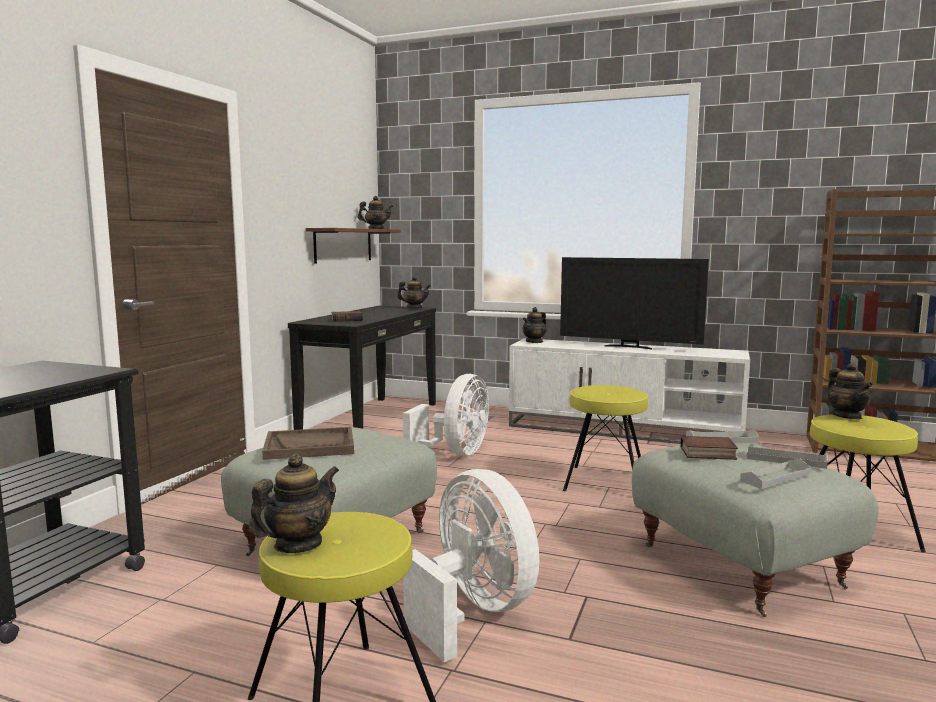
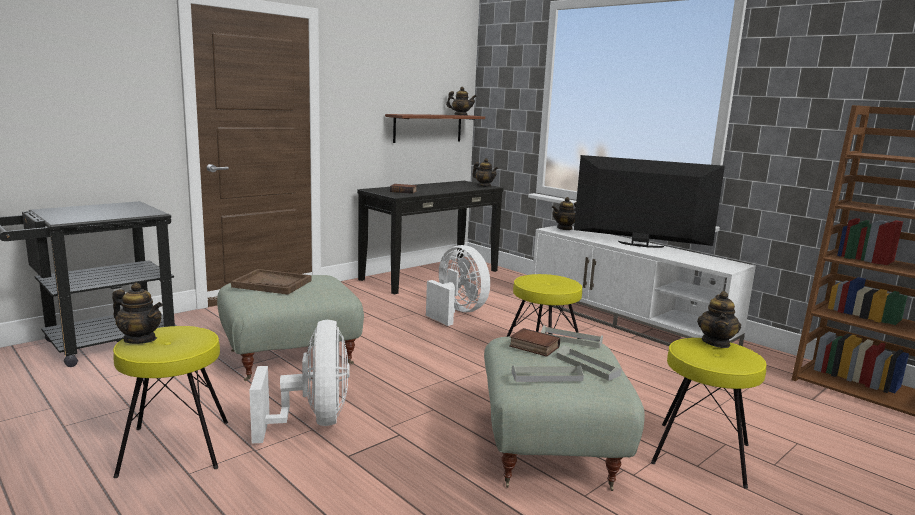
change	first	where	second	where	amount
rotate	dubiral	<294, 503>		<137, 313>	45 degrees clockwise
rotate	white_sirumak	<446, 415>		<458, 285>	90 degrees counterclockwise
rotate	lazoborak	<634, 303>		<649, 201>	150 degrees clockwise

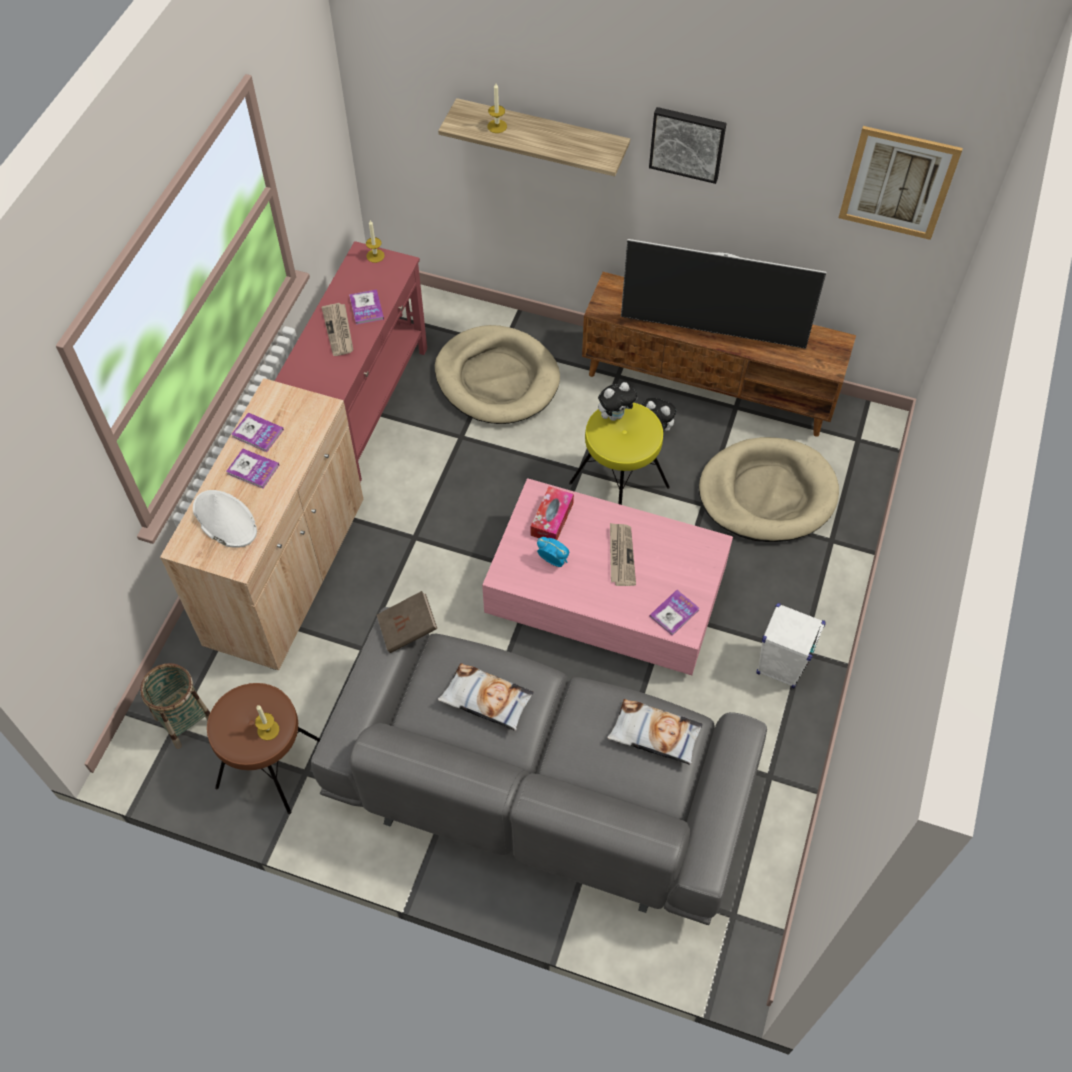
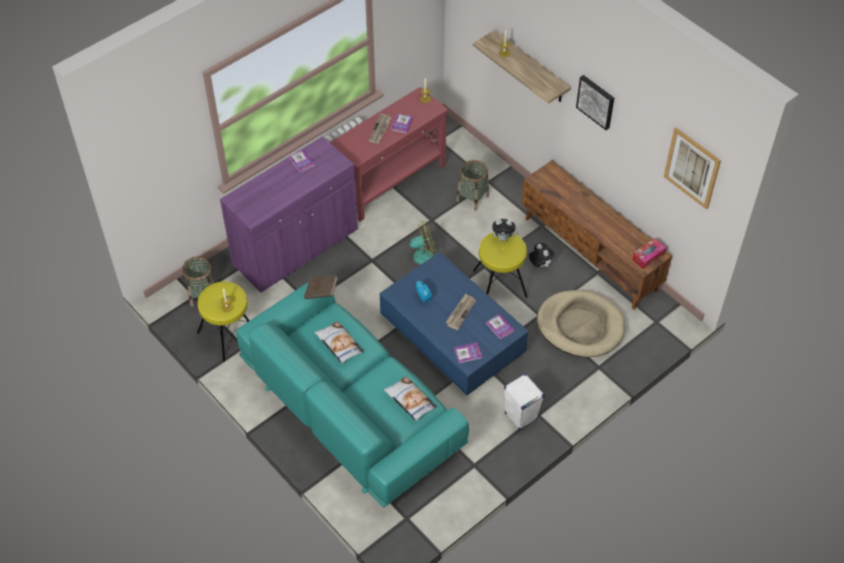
change	first	where	second	where	amount
delete	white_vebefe	<225, 519>			
delete	lazoborak	<723, 294>			
insert			sirumak	<418, 247>	
move	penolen	<252, 469>		<500, 327>	
move	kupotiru	<552, 513>		<649, 253>	
replace	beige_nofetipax	<497, 374>	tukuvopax	<472, 185>	
recolor	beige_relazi	<262, 524>	purple_relazi	<289, 214>	
recolor	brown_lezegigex	<263, 748>	yellow_lezegigex	<223, 322>	
recolor	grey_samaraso	<539, 766>	turquoise_samaraso	<352, 395>	
recolor	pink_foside	<607, 576>	blue_foside	<454, 323>	

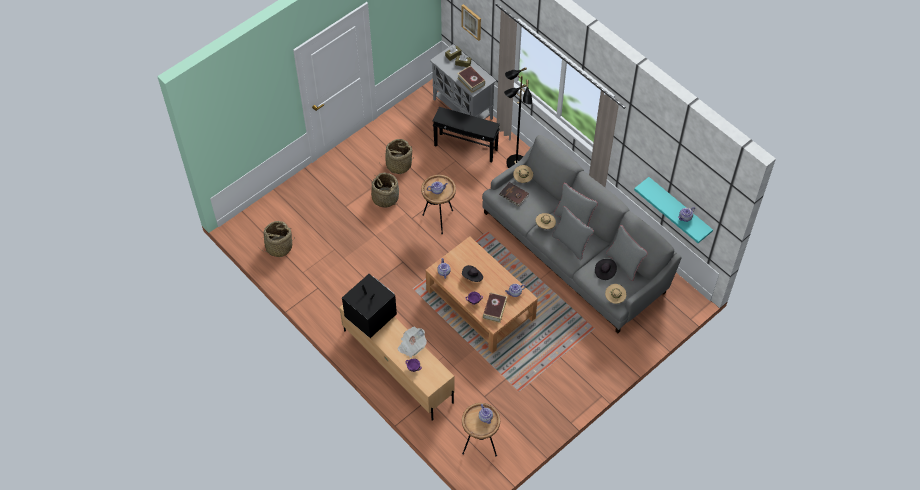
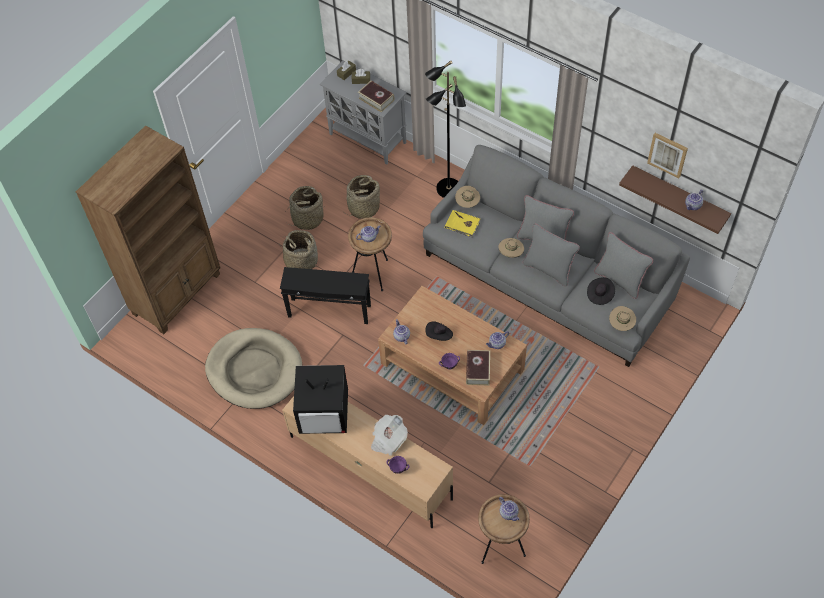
change	first	where	second	where	amount
insert			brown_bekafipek	<148, 229>	
insert			beige_nofetipax	<253, 368>	
move	tukuvopax	<276, 239>		<363, 197>	
move	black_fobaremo	<466, 134>		<325, 295>	
move	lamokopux	<471, 22>		<667, 155>	
recolor	brown_penolen	<514, 194>	yellow_penolen	<462, 224>	
recolor	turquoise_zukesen	<673, 210>	brown_zukesen	<675, 199>	
rotate	lazoborak	<369, 306>		<320, 399>	150 degrees clockwise

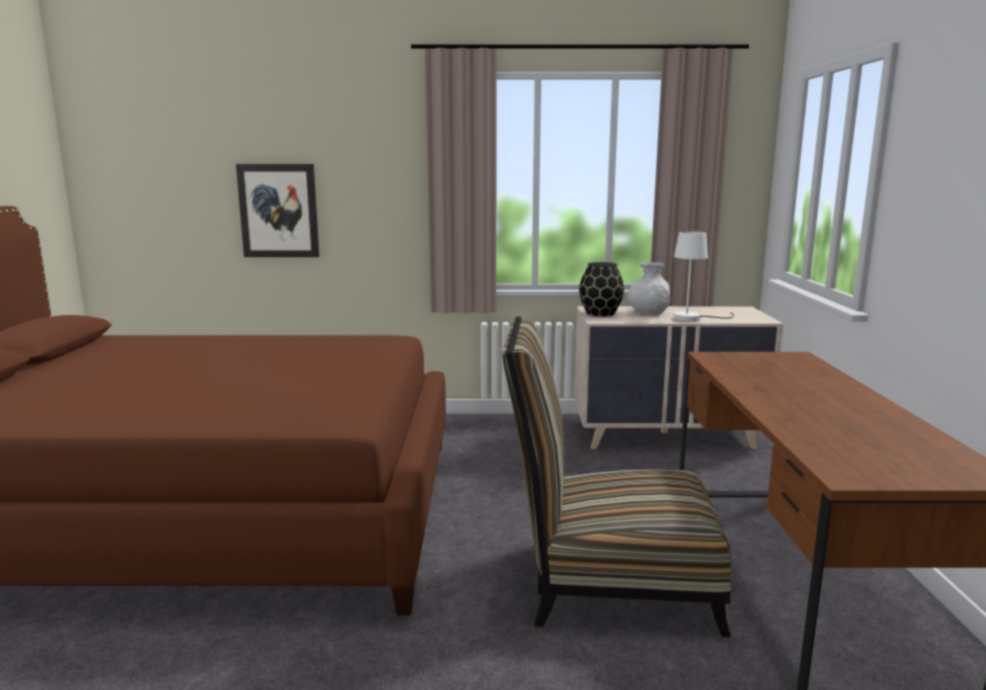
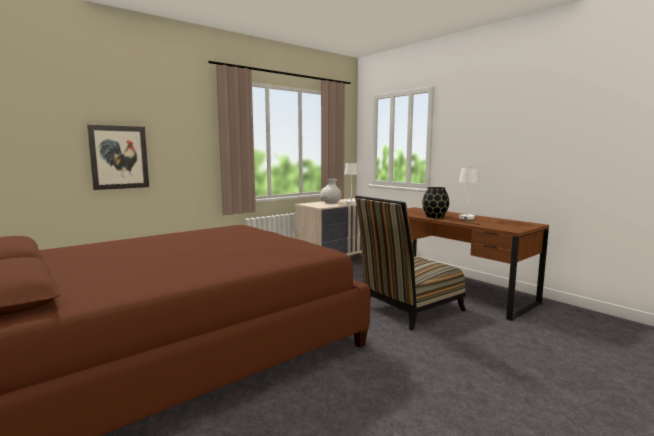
change	first	where	second	where	amount
insert			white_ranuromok	<469, 196>	
move	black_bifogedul	<601, 289>		<435, 202>	

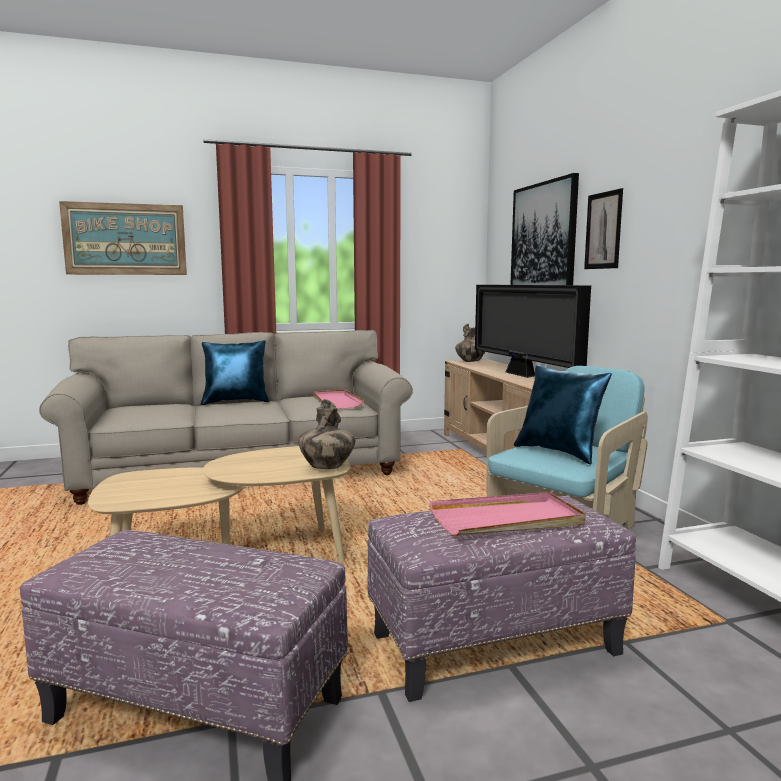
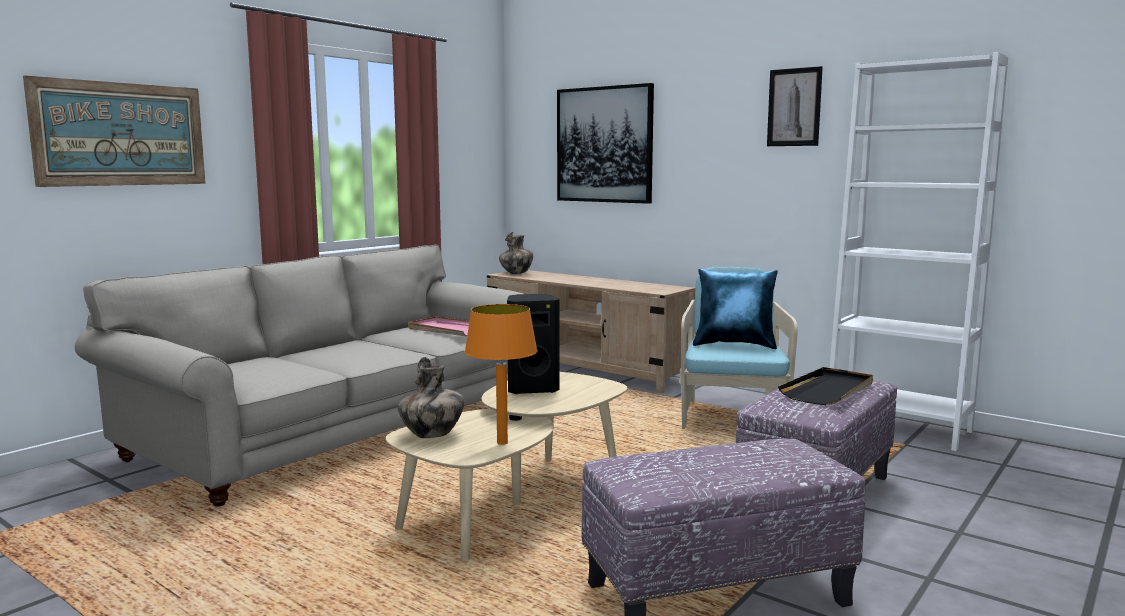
change	first	where	second	where	amount
delete	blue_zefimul	<235, 372>			
delete	lazoborak	<533, 331>			
insert			orange_ranuromok	<501, 374>	
insert			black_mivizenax	<533, 344>	
move	bifogedul	<327, 434>		<431, 397>	
move	lamokopux	<603, 228>		<795, 106>	
recolor	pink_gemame	<507, 514>	black_gemame	<825, 386>	

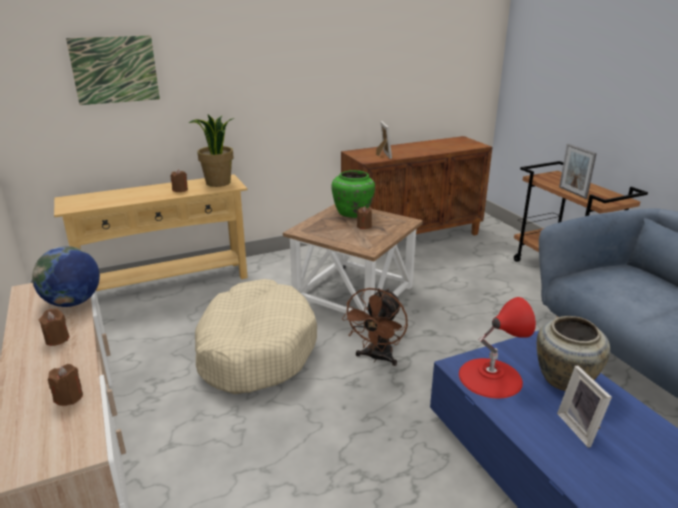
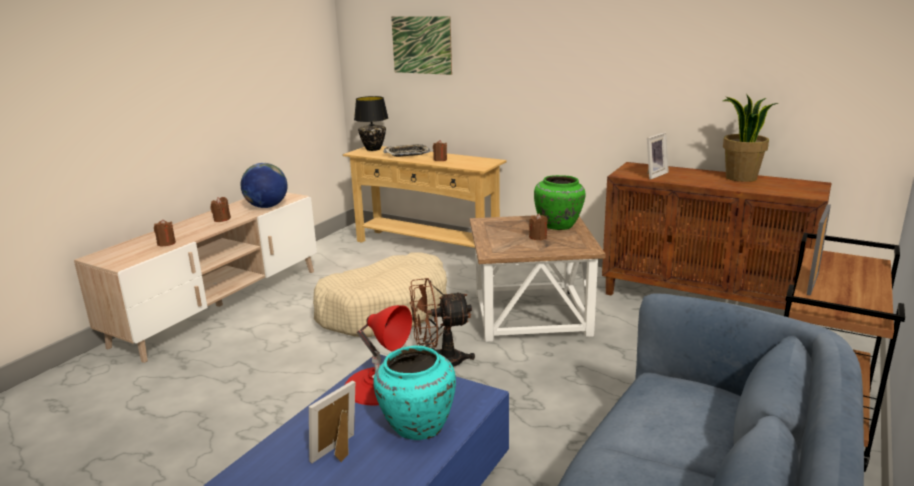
change	first	where	second	where	amount
insert			black_ranuromok	<371, 123>	
insert			gemame	<406, 150>	
move	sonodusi	<211, 151>		<750, 138>	
recolor	beige_bifogedul	<573, 353>	turquoise_bifogedul	<414, 393>	

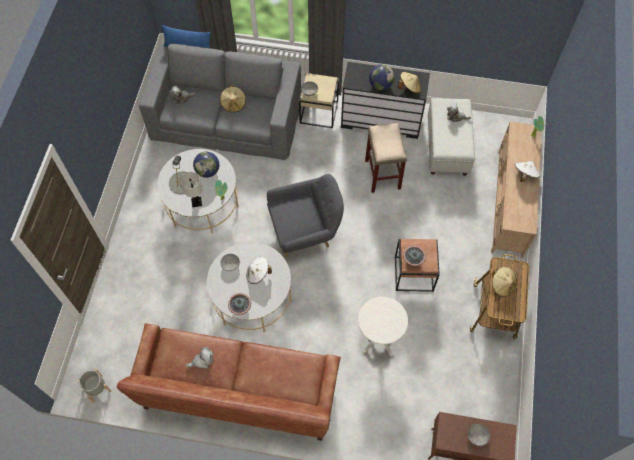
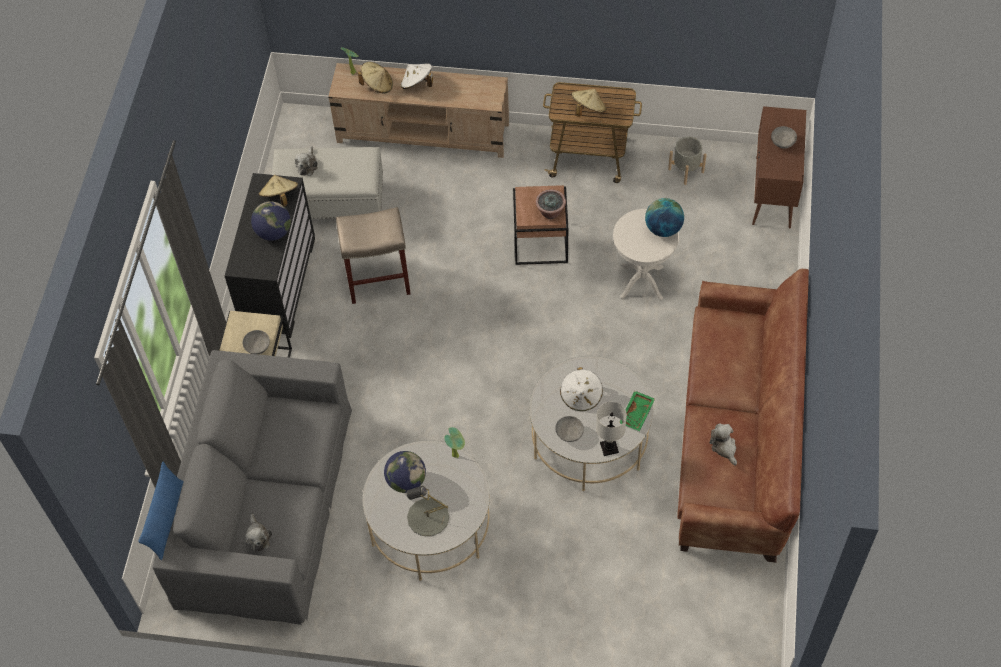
change	first	where	second	where	amount
delete	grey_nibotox	<305, 215>			
insert			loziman	<664, 217>	
move	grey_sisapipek	<94, 386>		<687, 161>	
move	white_ranuromok	<192, 189>		<611, 429>	
move	beige_vebefe	<233, 99>		<375, 77>	
replace	sonodusi	<239, 304>	green_gemame	<637, 411>	

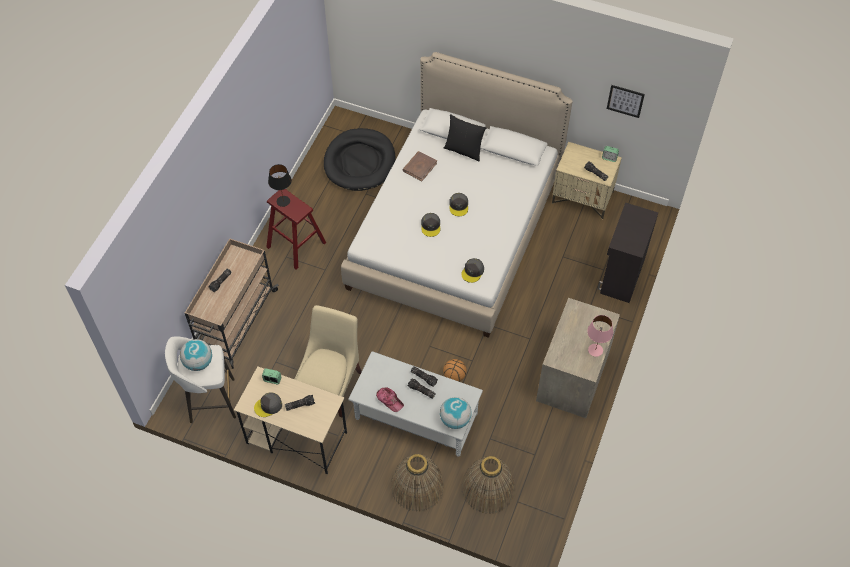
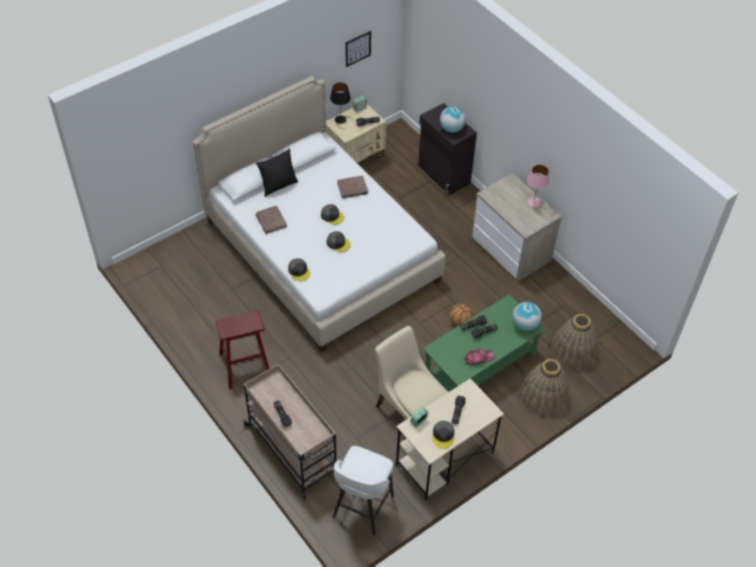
change	first	where	second	where	amount
delete	black_nofetipax	<360, 159>			
insert			brown_penolen	<352, 186>	
move	loziman	<196, 355>		<453, 119>	
move	black_ranuromok	<280, 185>		<340, 103>	
move	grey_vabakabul	<472, 270>		<299, 269>	
recolor	grey_foside	<416, 404>	green_foside	<484, 343>	

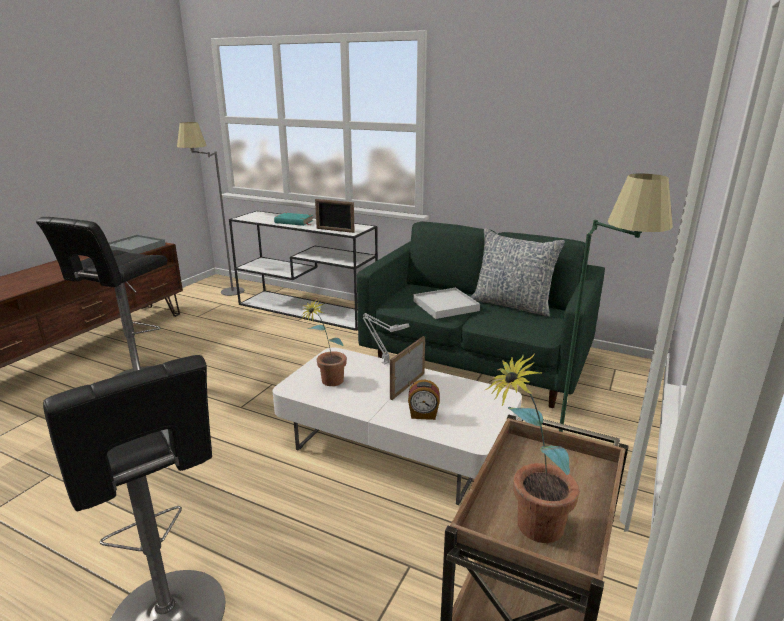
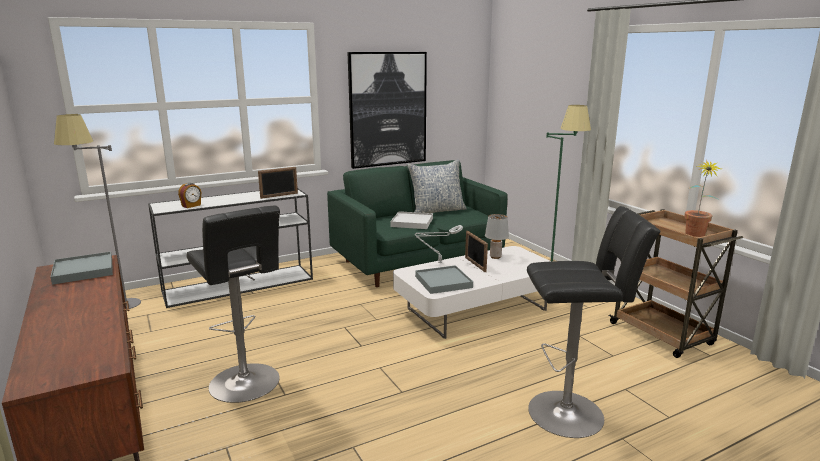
change	first	where	second	where	amount
delete	turquoise_penolen	<293, 219>			
insert			lamokopux	<387, 110>	
insert			grey_ranuromok	<497, 236>	
move	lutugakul	<424, 399>		<189, 195>	
replace	sonodusi	<324, 342>	grey_gemame	<444, 279>	

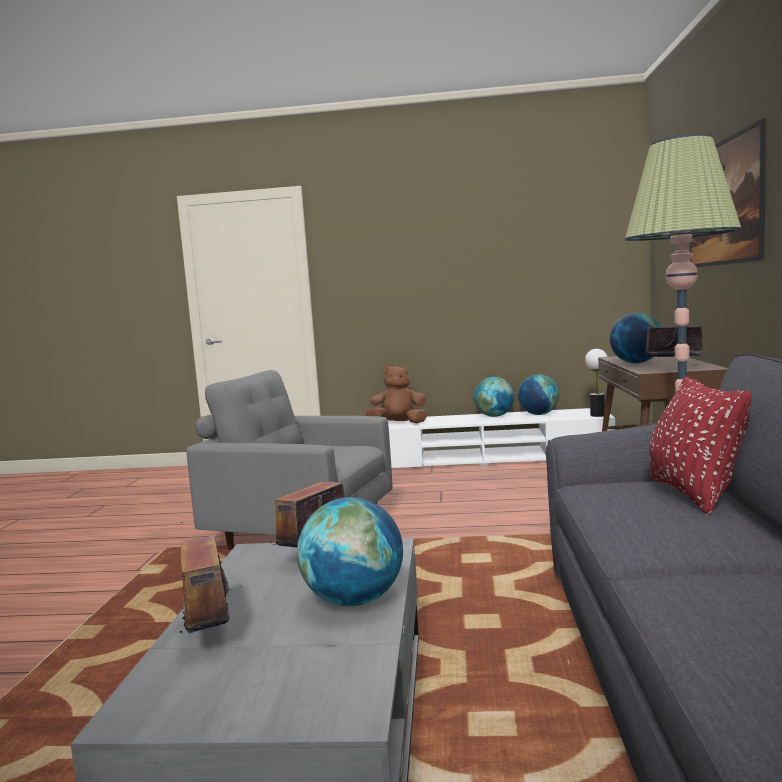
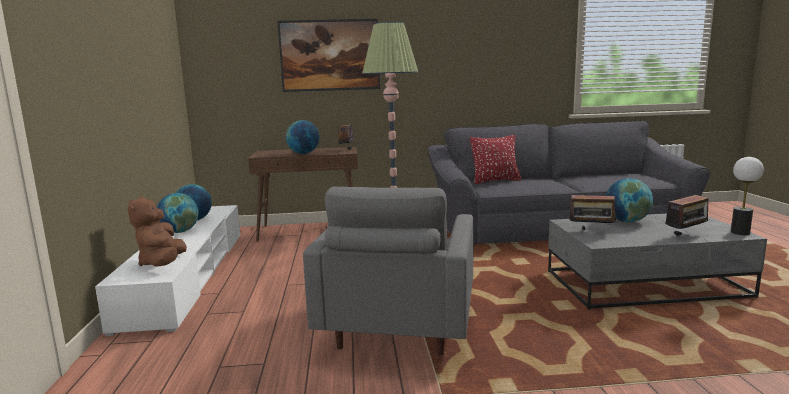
change	first	where	second	where	amount
move	ranuromok	<596, 383>		<747, 196>	

